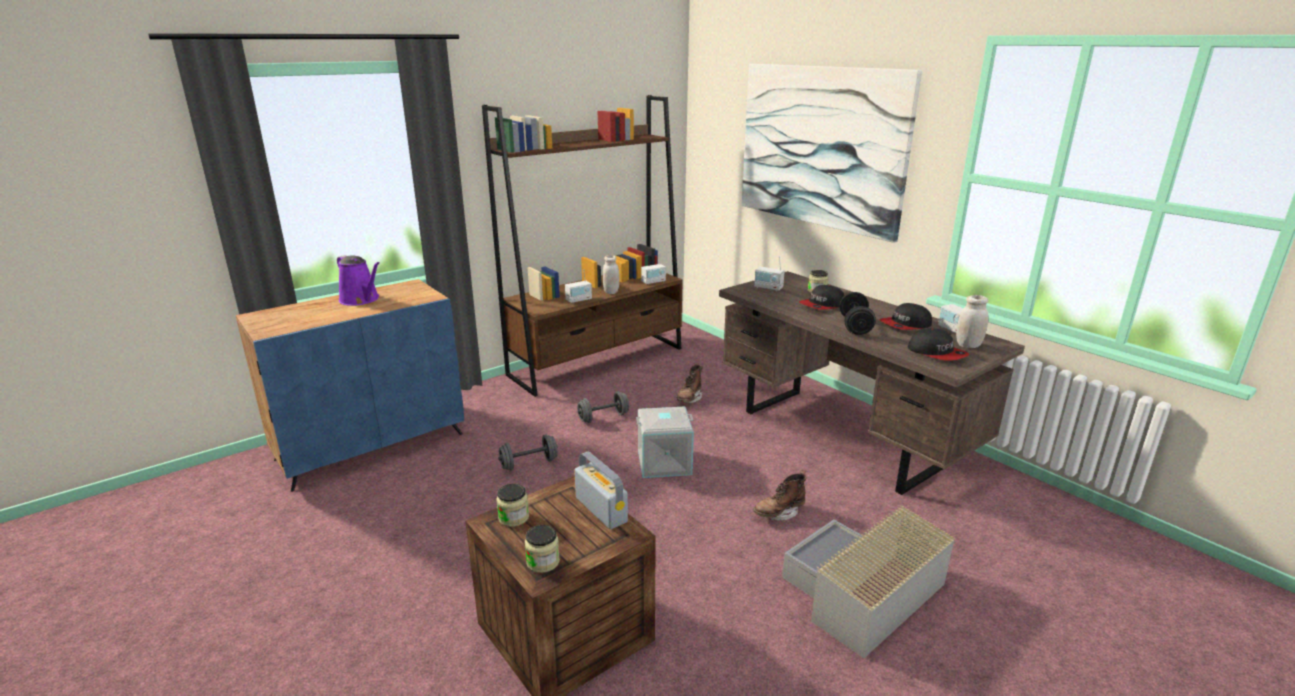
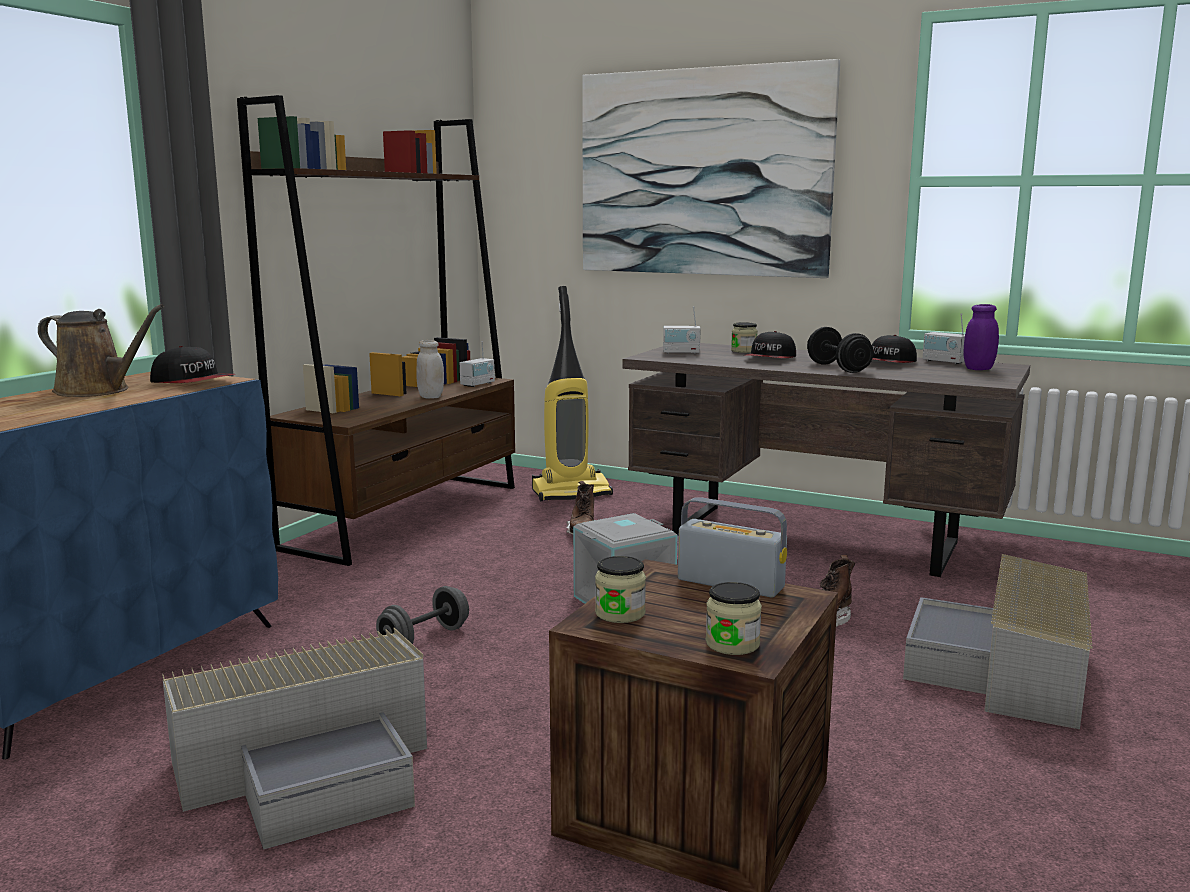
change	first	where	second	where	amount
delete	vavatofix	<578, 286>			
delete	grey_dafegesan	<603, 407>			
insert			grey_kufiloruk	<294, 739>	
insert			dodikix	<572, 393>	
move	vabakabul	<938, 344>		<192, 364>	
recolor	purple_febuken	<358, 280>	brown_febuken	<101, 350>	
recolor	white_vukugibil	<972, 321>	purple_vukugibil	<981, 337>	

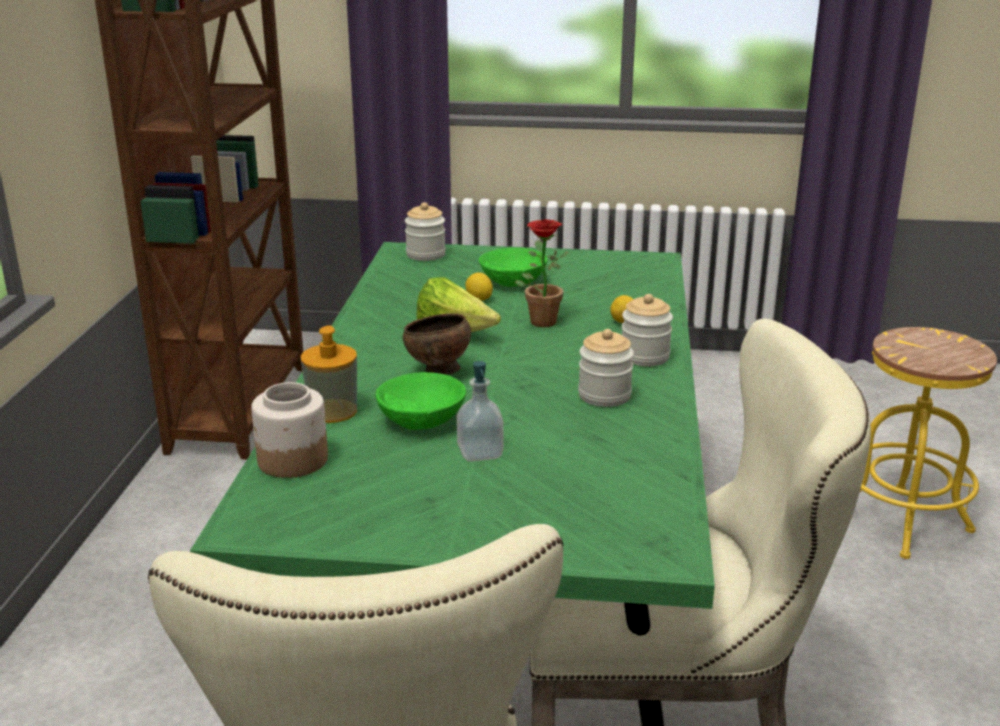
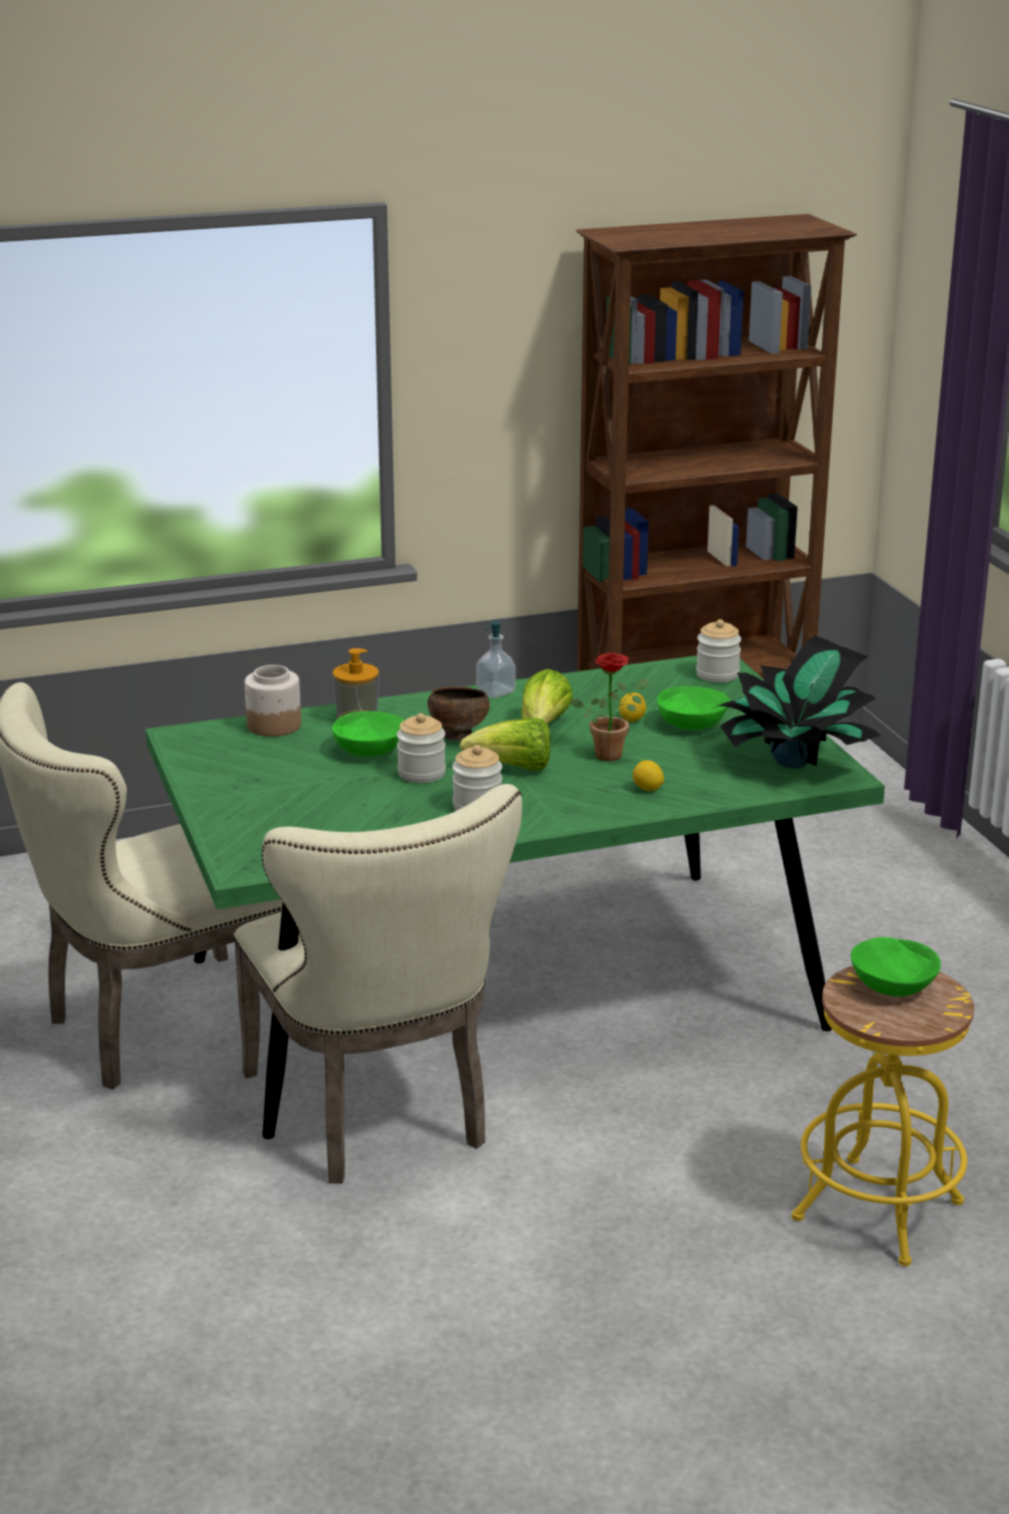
change	first	where	second	where	amount
insert			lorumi	<505, 744>	
insert			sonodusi	<797, 701>	
insert			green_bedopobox	<896, 967>	
move	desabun	<480, 411>		<496, 659>	
move	vukugibil	<647, 330>		<421, 748>	

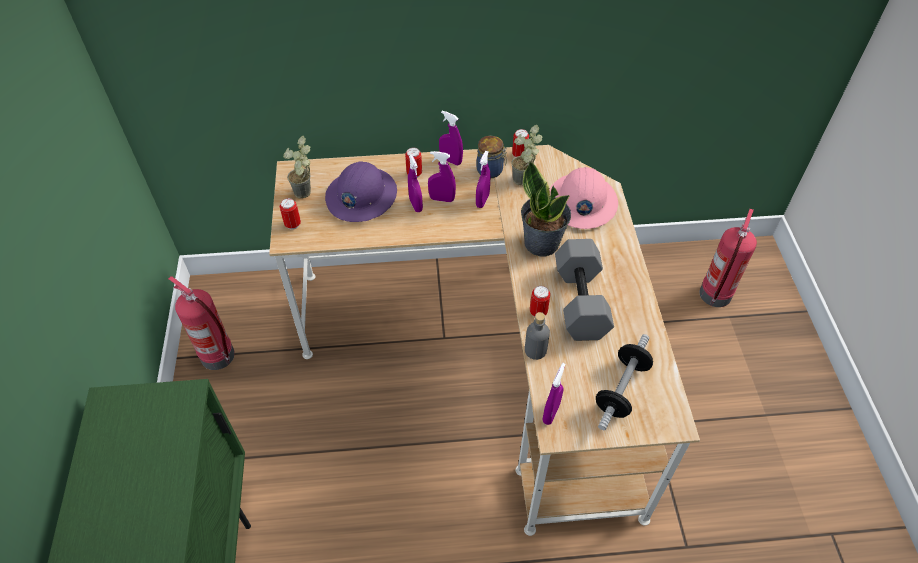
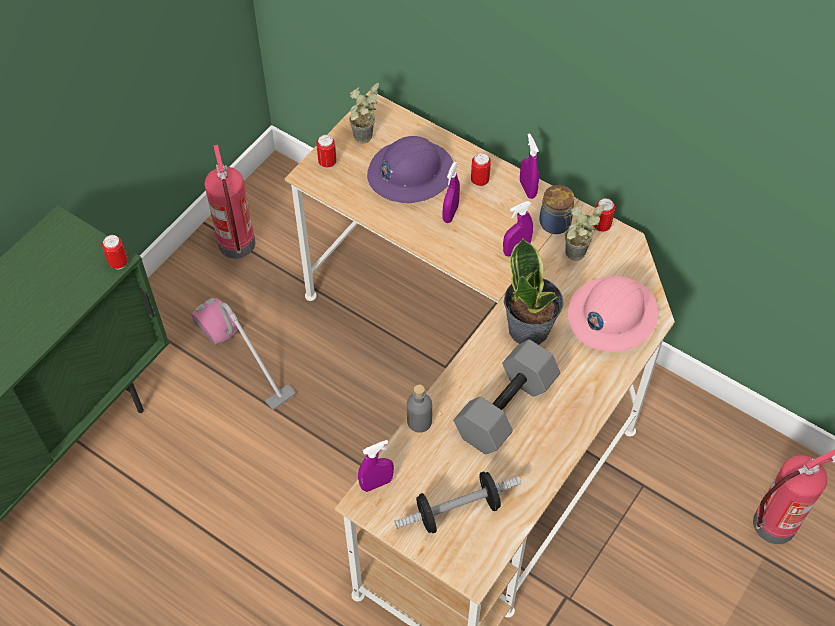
change	first	where	second	where	amount
delete	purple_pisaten	<442, 176>			
insert			dodikix	<243, 354>	
move	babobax	<540, 301>		<115, 252>	

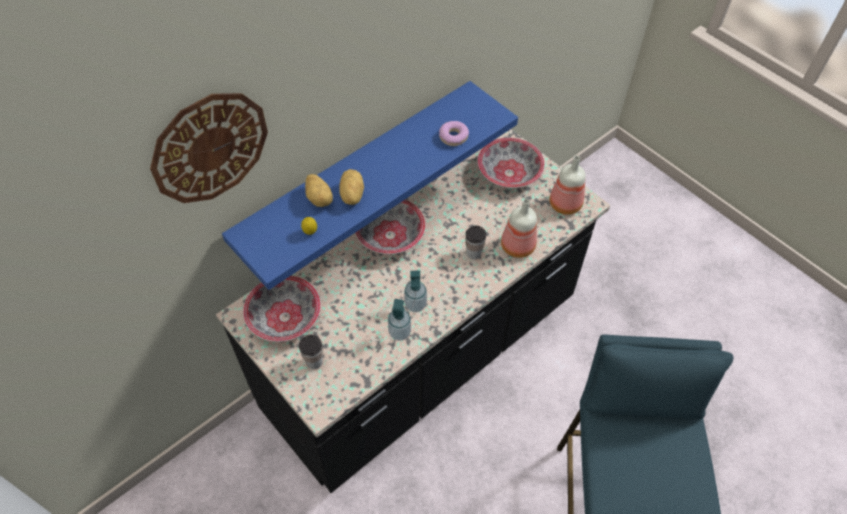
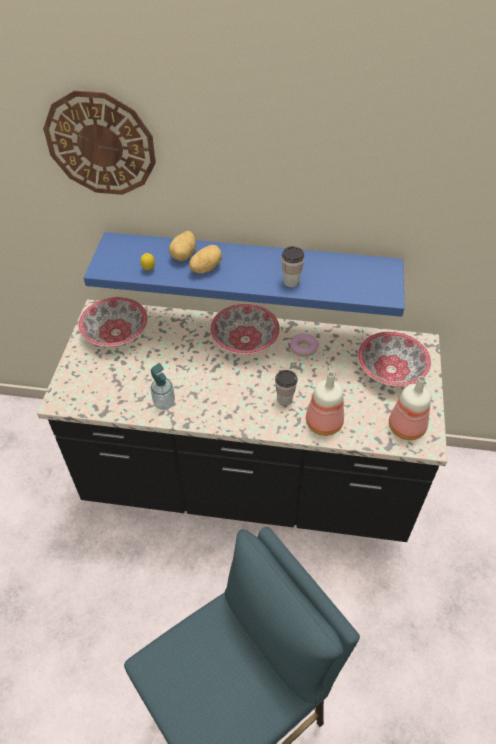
change	first	where	second	where	amount
delete	desabun	<415, 291>			
move	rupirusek	<311, 352>		<293, 266>	
move	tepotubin	<454, 133>		<304, 345>	

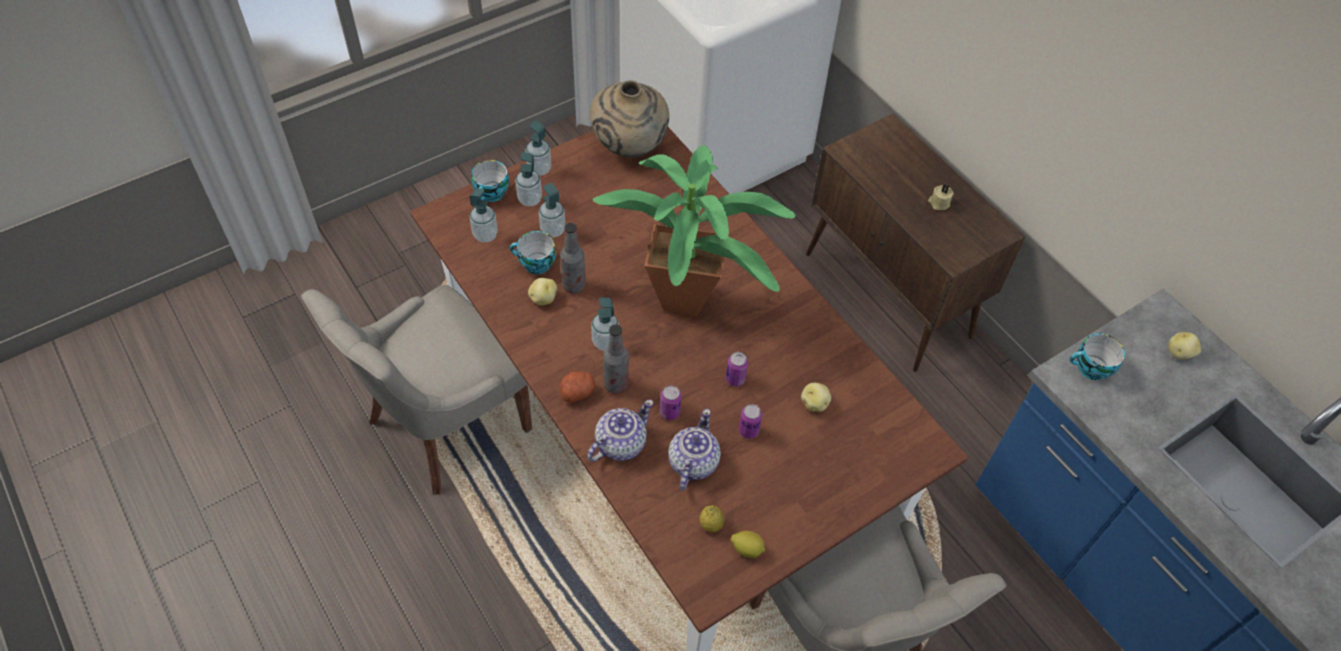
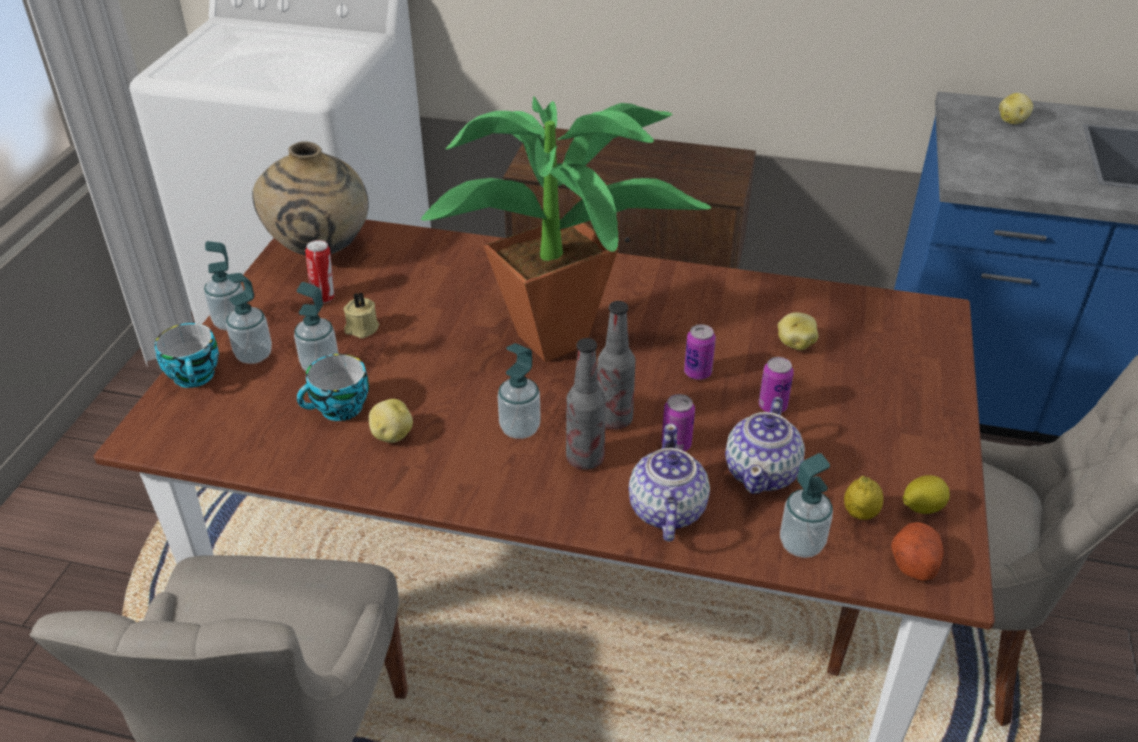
change	first	where	second	where	amount
delete	rupirusek	<1097, 356>			
insert			babobax	<319, 271>	
move	desabun	<484, 215>		<806, 505>	
move	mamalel	<577, 387>		<917, 551>	
move	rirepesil	<573, 258>		<616, 365>	
move	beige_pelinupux	<941, 197>		<361, 315>	
rotate	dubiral	<694, 449>		<765, 445>	135 degrees counterclockwise

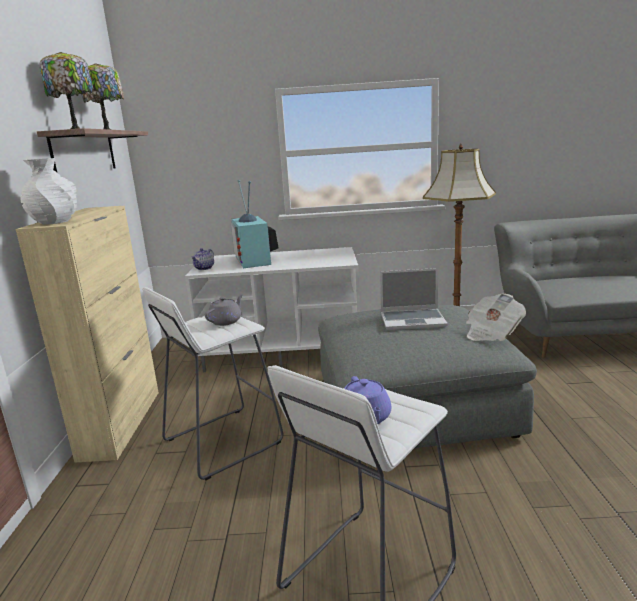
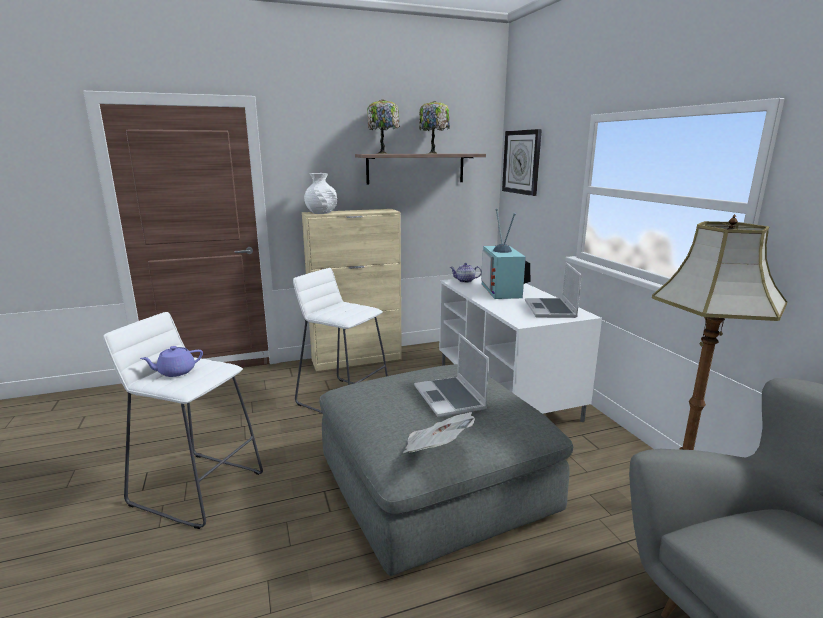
change	first	where	second	where	amount
delete	grey_dubiral	<224, 310>			
insert			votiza	<522, 162>	
insert			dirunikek	<553, 290>	
rotate	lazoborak	<255, 224>		<505, 253>	60 degrees counterclockwise

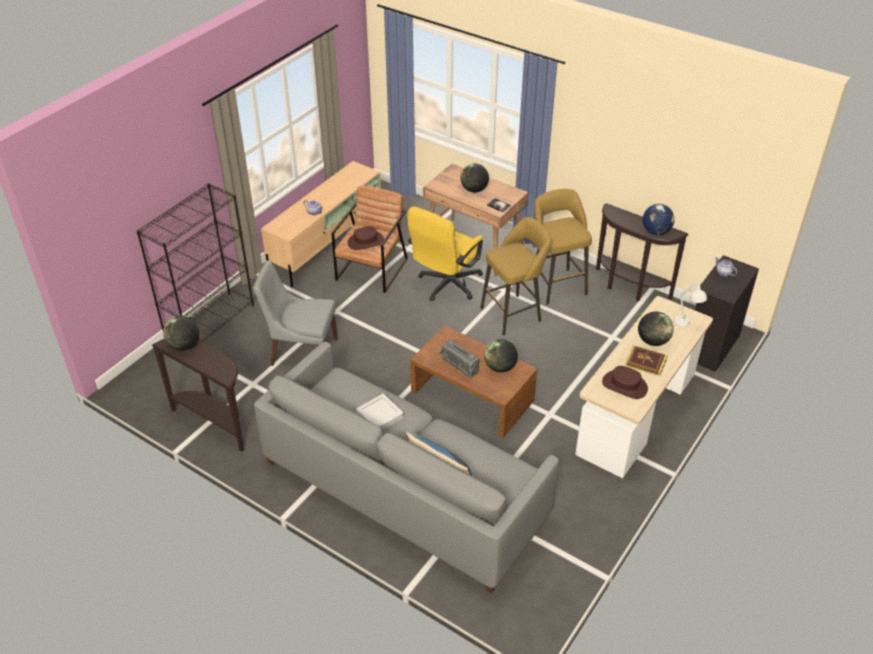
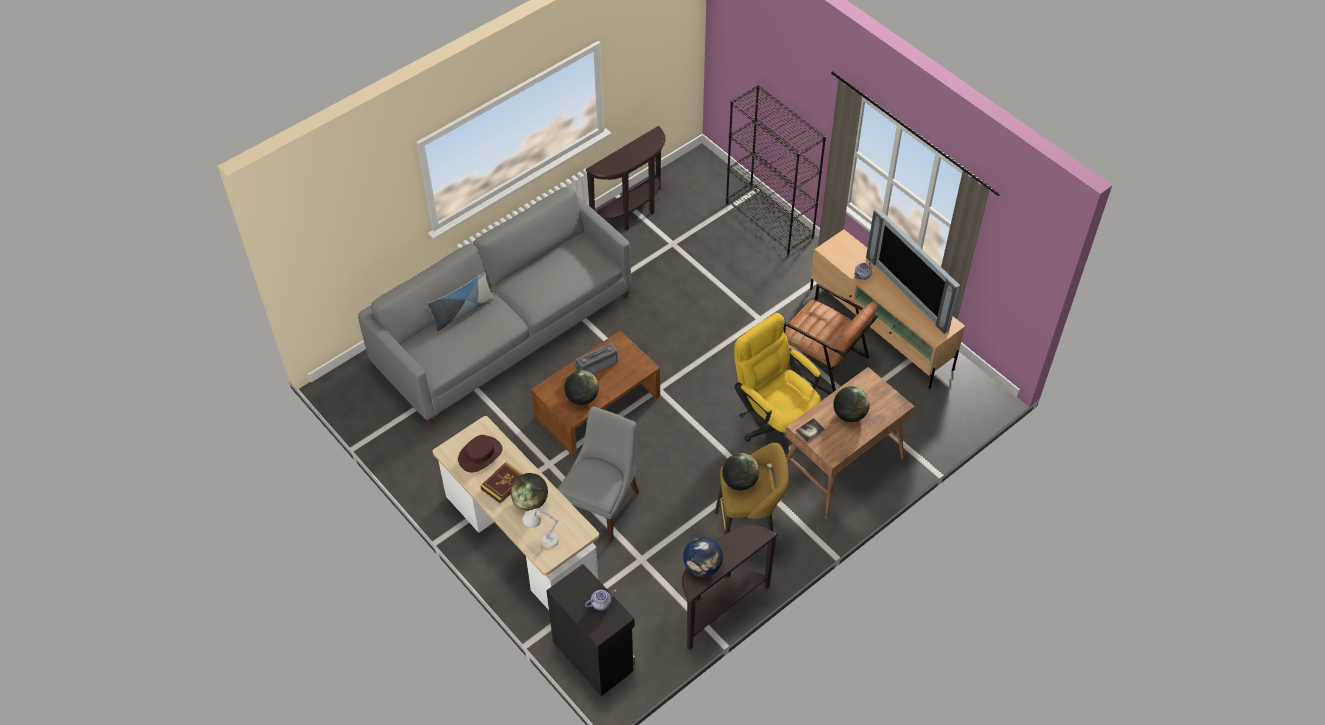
change	first	where	second	where	amount
delete	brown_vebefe	<366, 238>			
delete	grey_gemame	<380, 412>			
delete	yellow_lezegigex	<515, 276>			
insert			lazoborak	<913, 271>	
move	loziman	<181, 333>		<740, 472>	
move	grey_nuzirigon	<295, 313>		<598, 474>	

